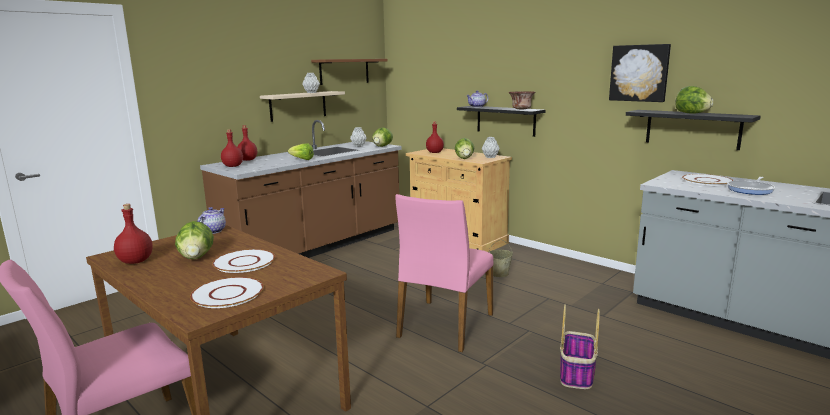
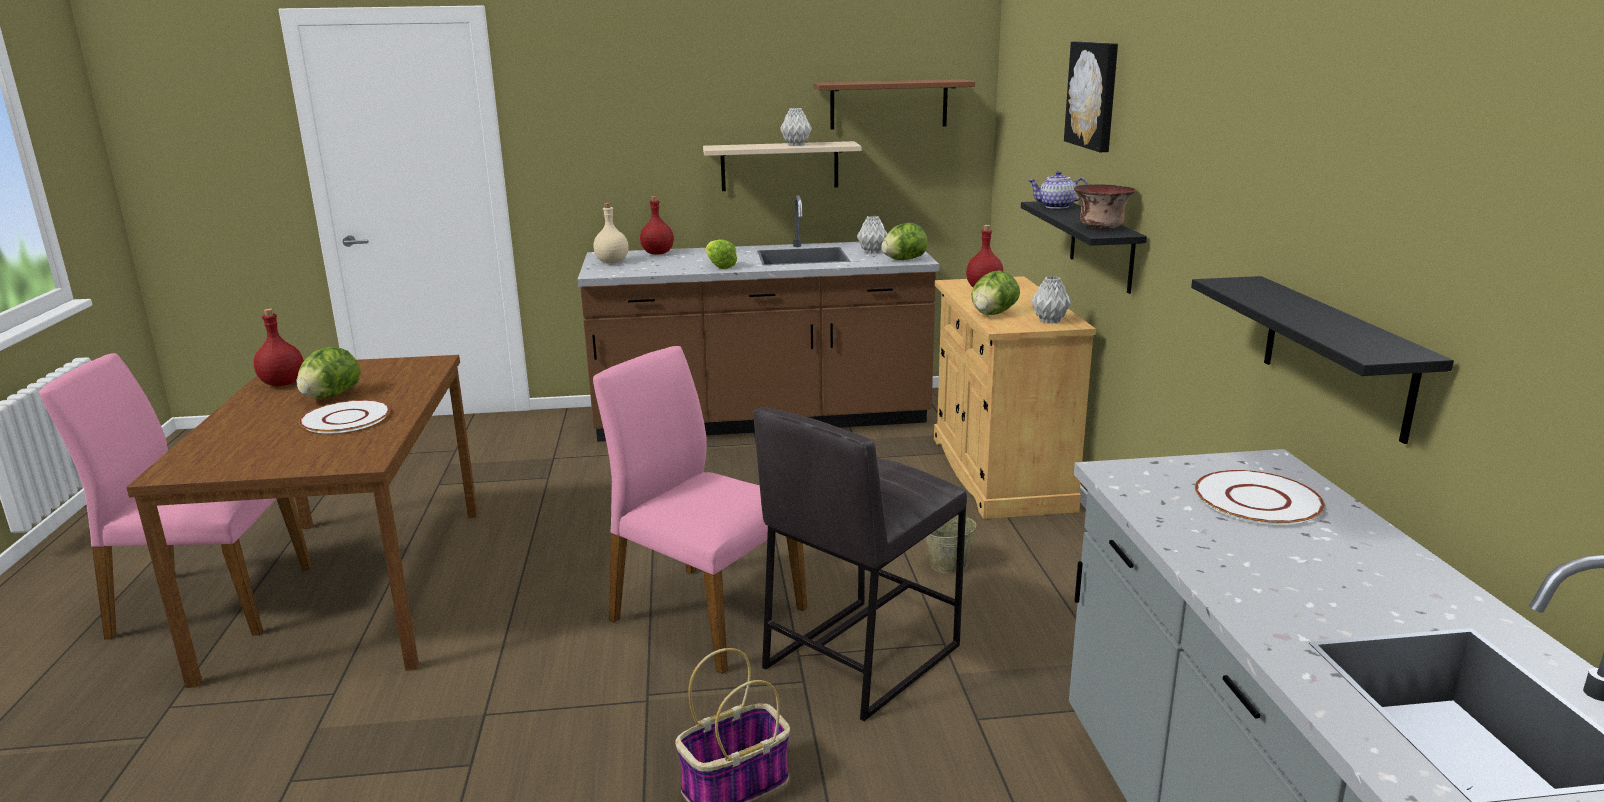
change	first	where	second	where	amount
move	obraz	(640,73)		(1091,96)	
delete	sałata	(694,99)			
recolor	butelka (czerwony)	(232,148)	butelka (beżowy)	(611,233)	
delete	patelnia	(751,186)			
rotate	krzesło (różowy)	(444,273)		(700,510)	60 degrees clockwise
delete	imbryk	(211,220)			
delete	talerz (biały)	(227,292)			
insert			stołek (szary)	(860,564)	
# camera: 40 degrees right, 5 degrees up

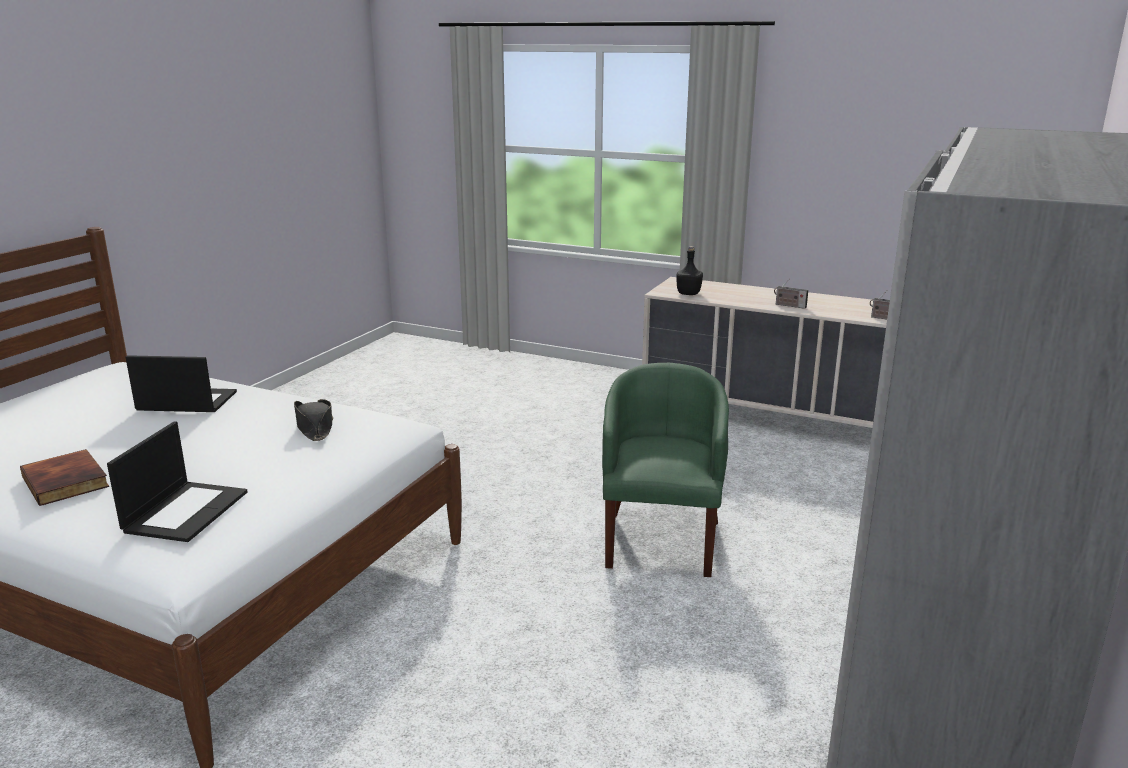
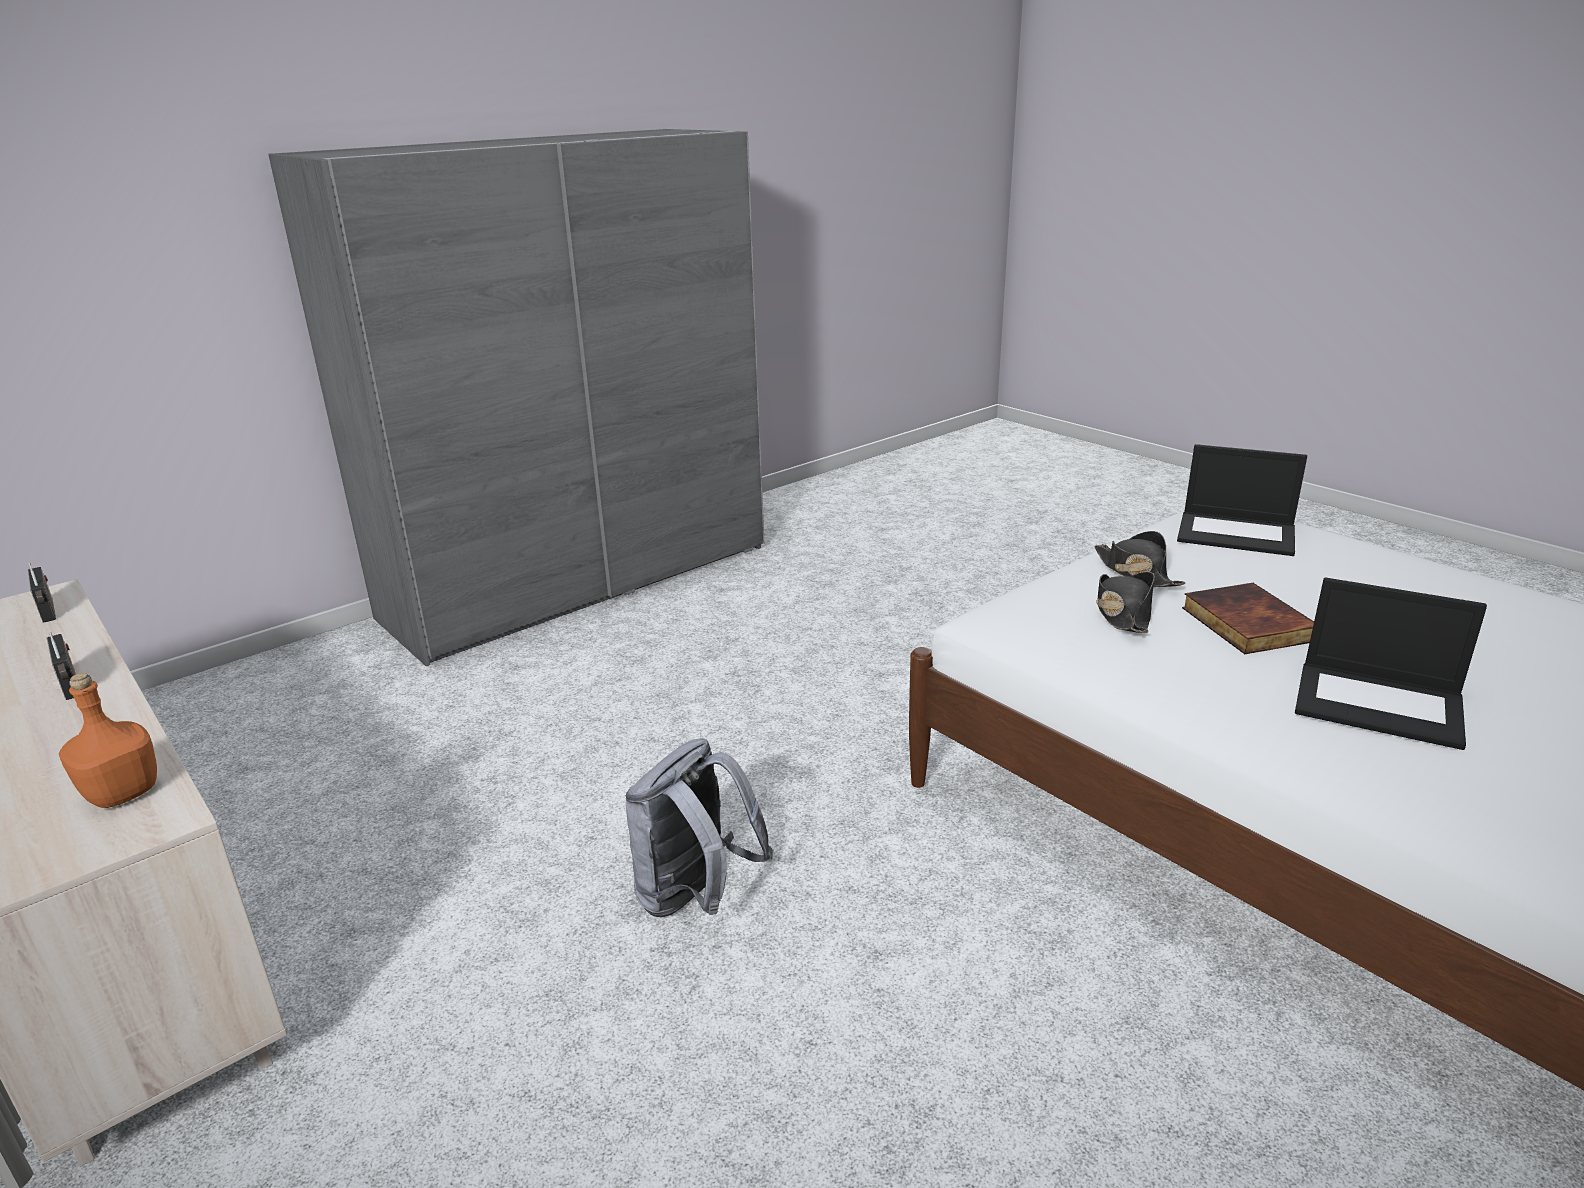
change	first	where	second	where	amount
recolor	butelka (czarny)	(689,270)	butelka (pomarańczowy)	(108,740)	
delete	fotel (zielony)	(665,470)			
rotate	laptop	(177,481)		(1242,500)	105 degrees counterclockwise
move	książka	(64,477)		(1248,618)	
insert			kapelusz (czarny)	(1139,559)	
insert			plecak (szary)	(700,827)	
# camera: 155 degrees left, 5 degrees up

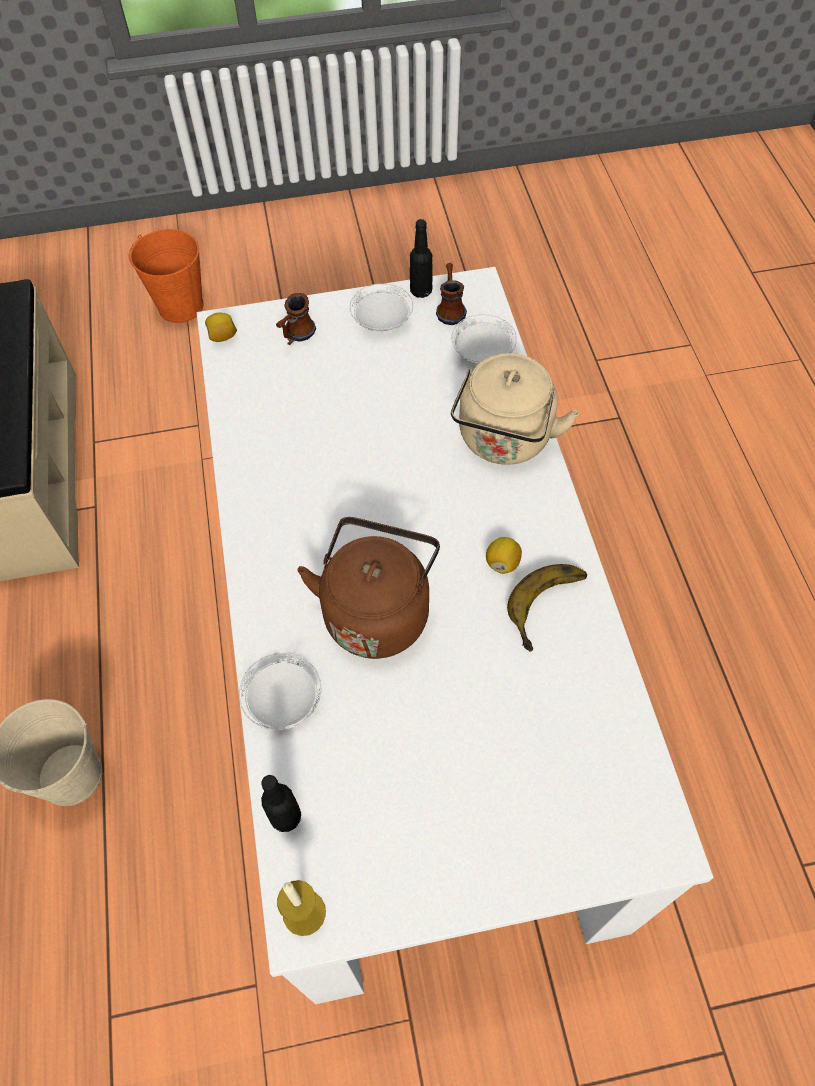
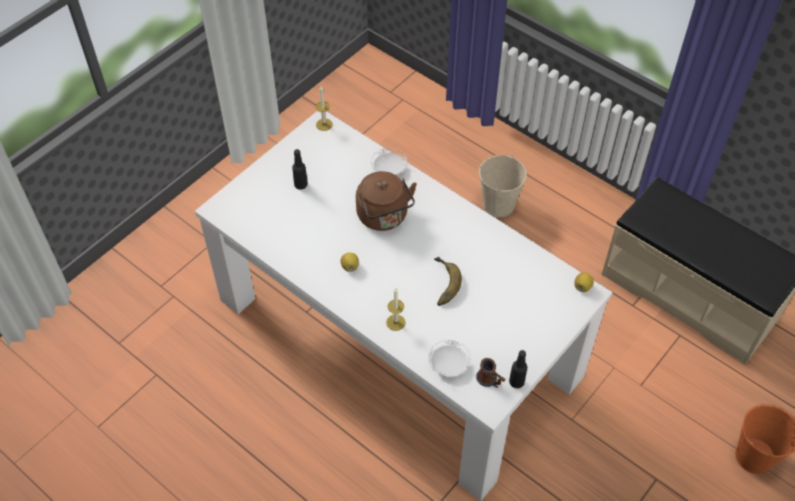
change	first	where	second	where	amount
delete	talerz (biały)	(381,307)			
delete	kubek	(296,319)			
replace	czajnik (beżowy)	(515,409)	świeca	(396,309)	
move	banan	(547,607)		(448,281)	
move	butelka (czarny)	(281,803)		(300,169)	
# camera: 140 degrees right, 5 degrees down

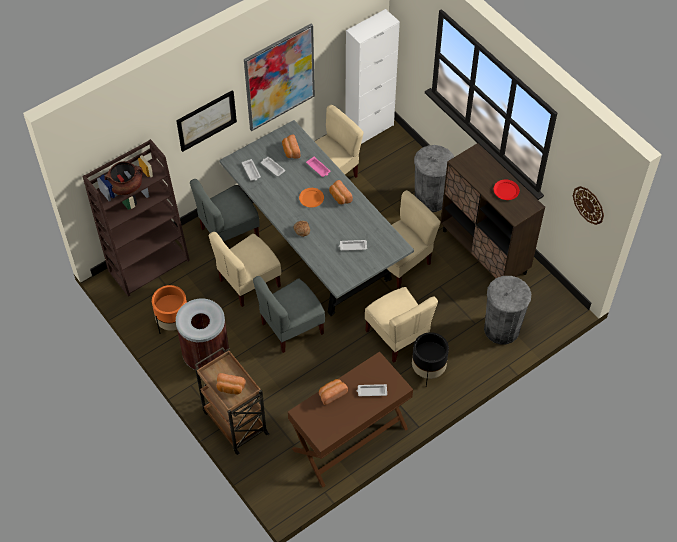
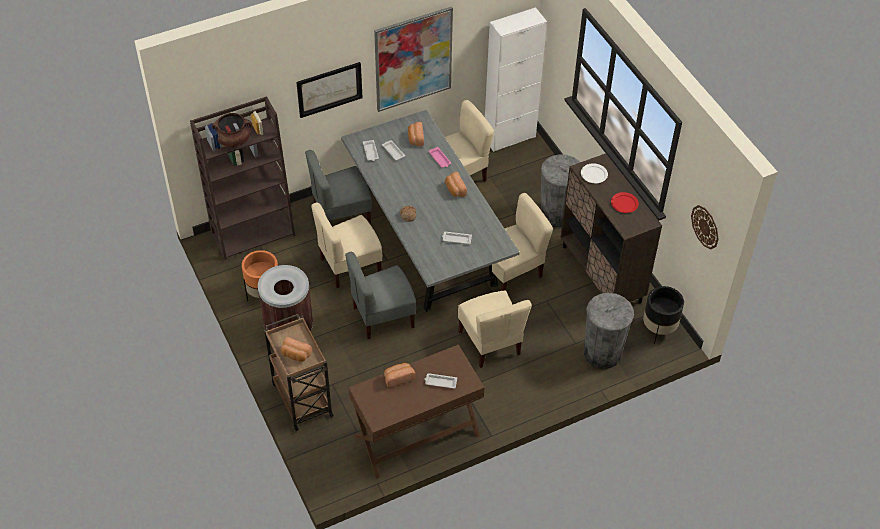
change	first	where	second	where	amount
delete	talerz (pomarańczowy)	(311,198)			
move	donica (czarny)	(430,359)		(663,315)	
insert			talerz (biały)	(594,173)	
# camera: 10 degrees right, 5 degrees down

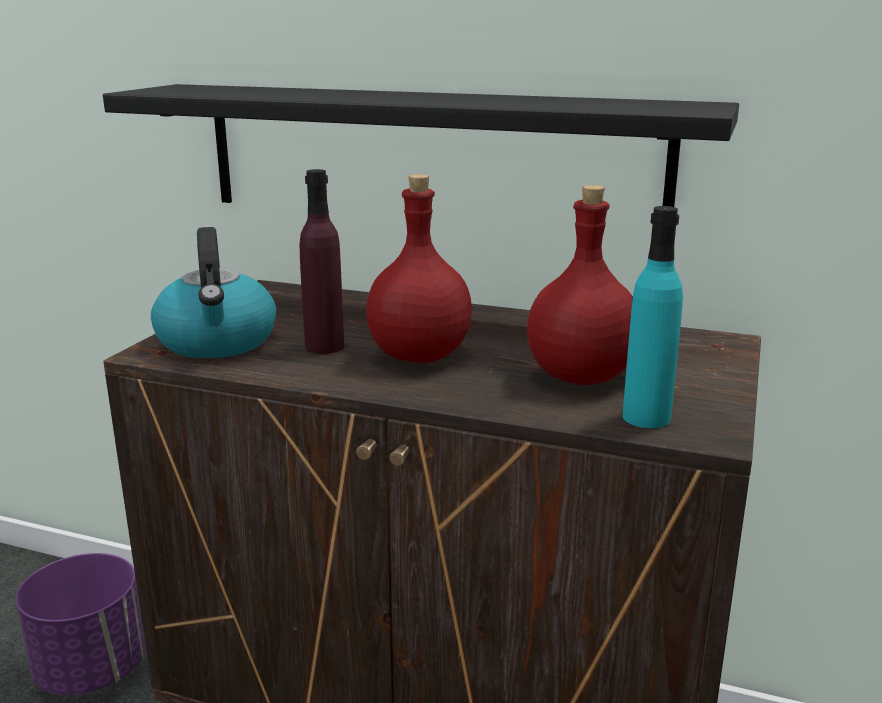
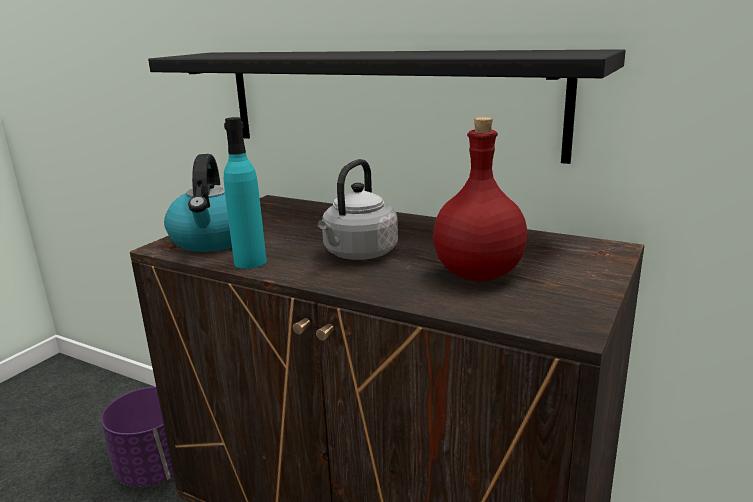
change	first	where	second	where	amount
delete	butelka (fioletowy)	(322,261)			
replace	butelka (czerwony)	(419,268)	czajnik (szary)	(358,209)	
move	butelka (turkusowy)	(652,317)		(245,193)	
# camera: 10 degrees right, 0 degrees up

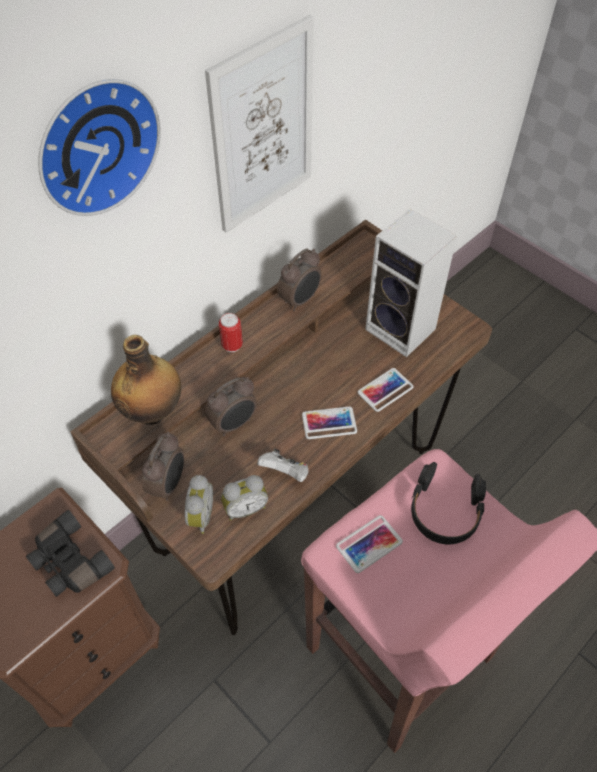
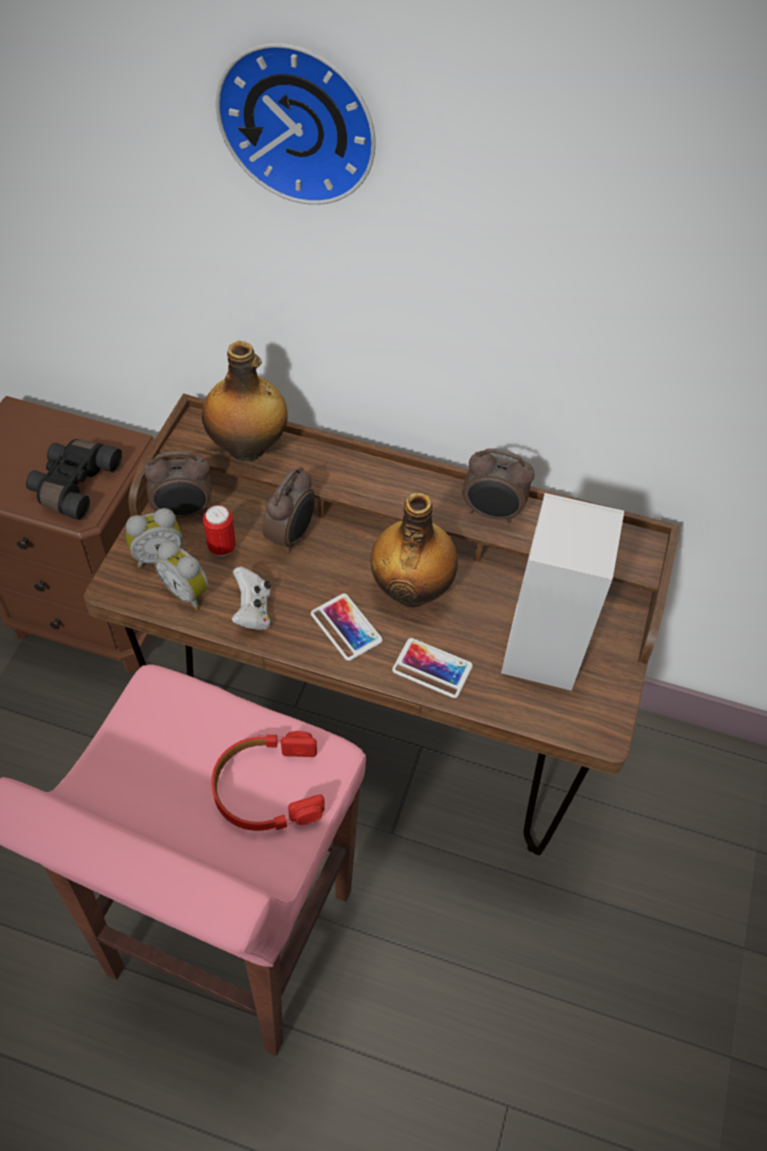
change	first	where	second	where	amount
delete	obraz	(259,123)			
move	puszka	(231,332)		(219,530)	
rotate	budzik	(231,406)		(289,509)	90 degrees counterclockwise
recolor	słuchawki (czarny)	(448,503)	słuchawki (czerwony)	(268,781)	
delete	telefon	(369,544)			
insert			butelka	(414,550)	
# camera: 60 degrees right, 0 degrees up

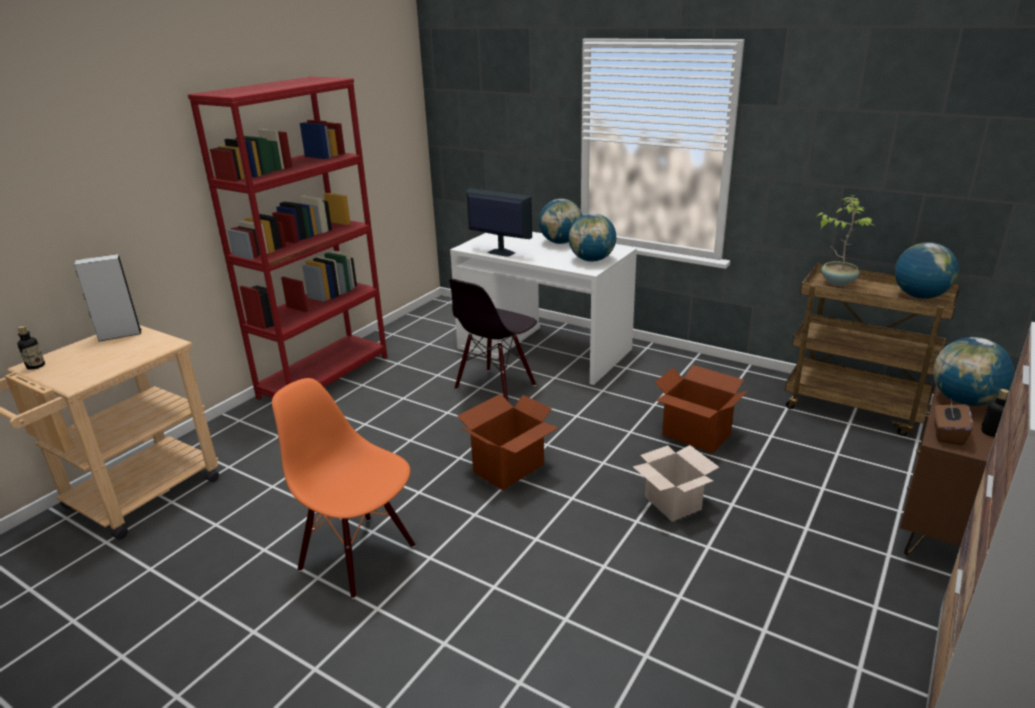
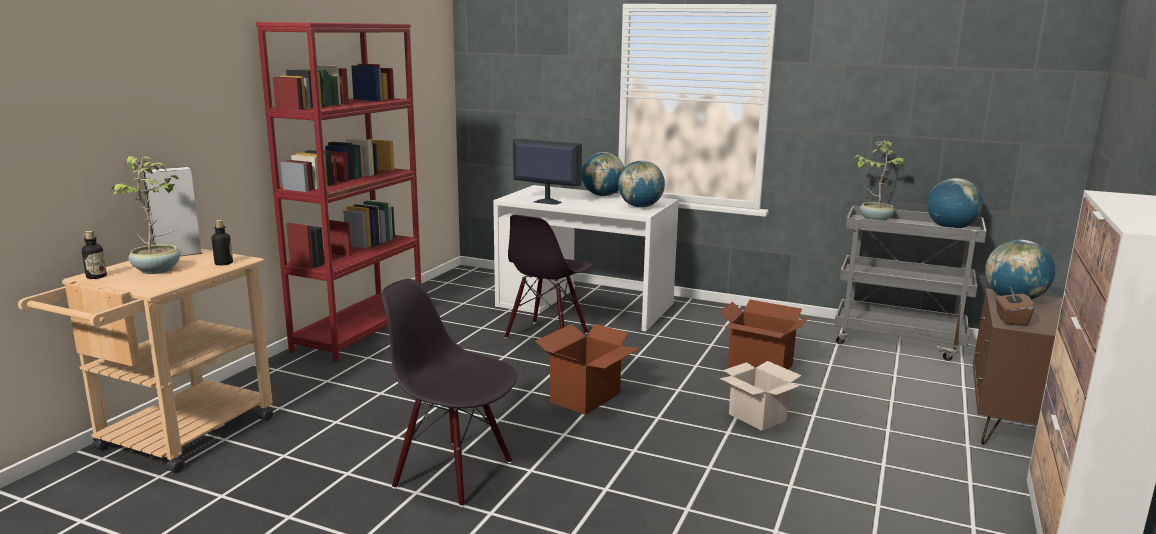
change	first	where	second	where	amount
recolor	wózek (brązowy)	(873,349)	wózek (szary)	(910,283)	
recolor	krzesło (pomarańczowy)	(343,488)	krzesło (czarny)	(449,393)	
move	butelka	(995,413)		(222,242)	
insert			roślina doniczkowa	(146,215)	
# camera: 10 degrees left, 10 degrees down

